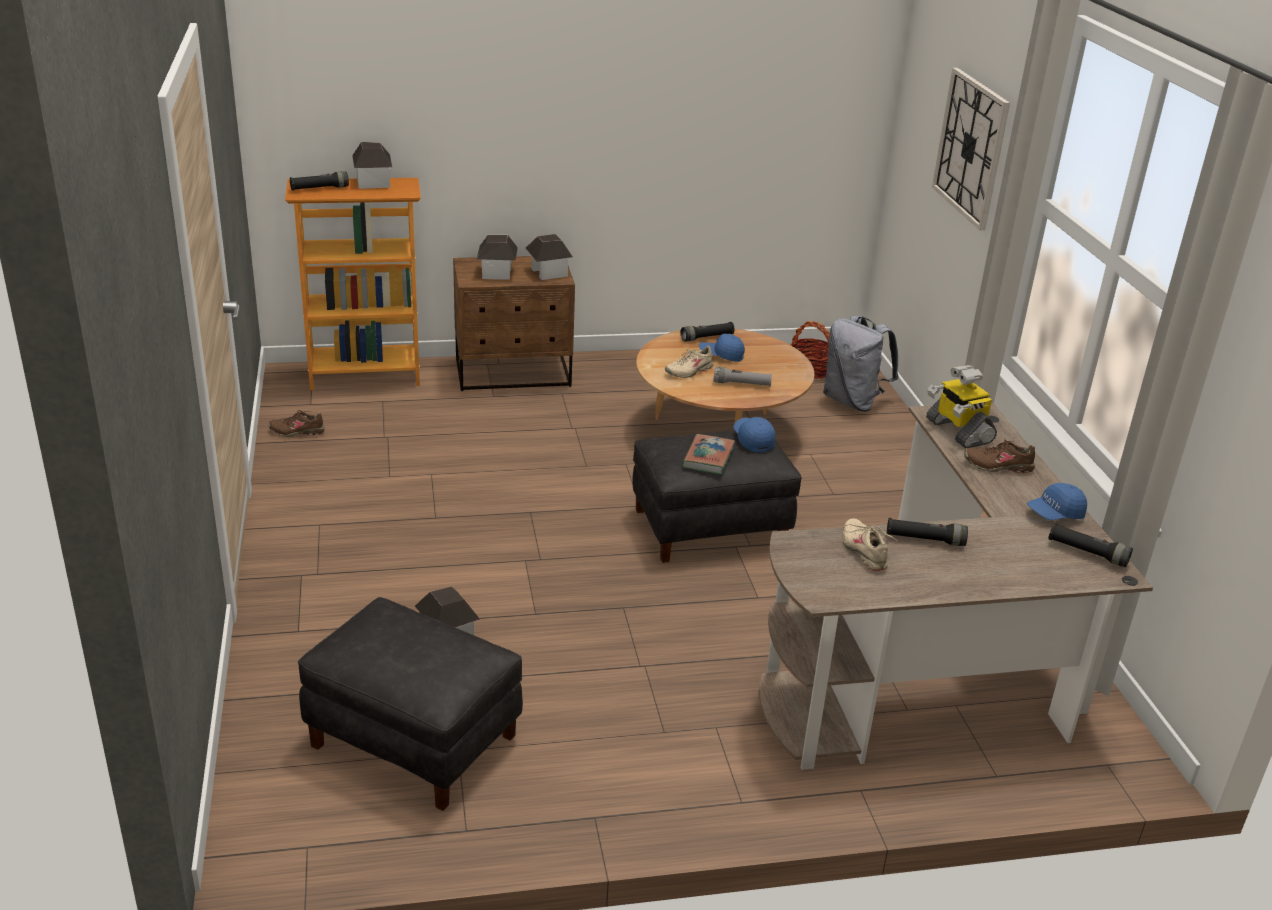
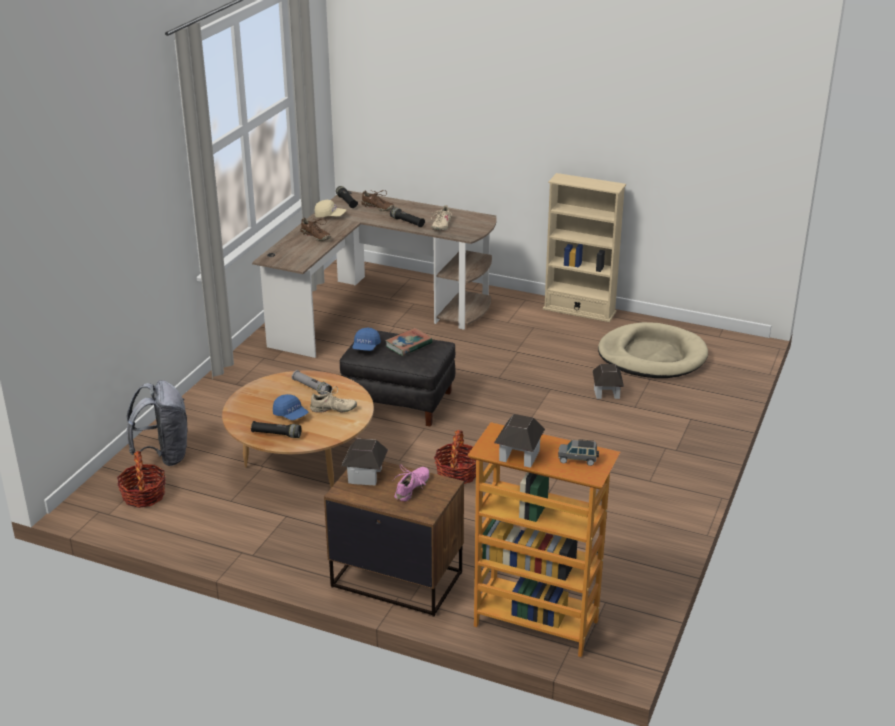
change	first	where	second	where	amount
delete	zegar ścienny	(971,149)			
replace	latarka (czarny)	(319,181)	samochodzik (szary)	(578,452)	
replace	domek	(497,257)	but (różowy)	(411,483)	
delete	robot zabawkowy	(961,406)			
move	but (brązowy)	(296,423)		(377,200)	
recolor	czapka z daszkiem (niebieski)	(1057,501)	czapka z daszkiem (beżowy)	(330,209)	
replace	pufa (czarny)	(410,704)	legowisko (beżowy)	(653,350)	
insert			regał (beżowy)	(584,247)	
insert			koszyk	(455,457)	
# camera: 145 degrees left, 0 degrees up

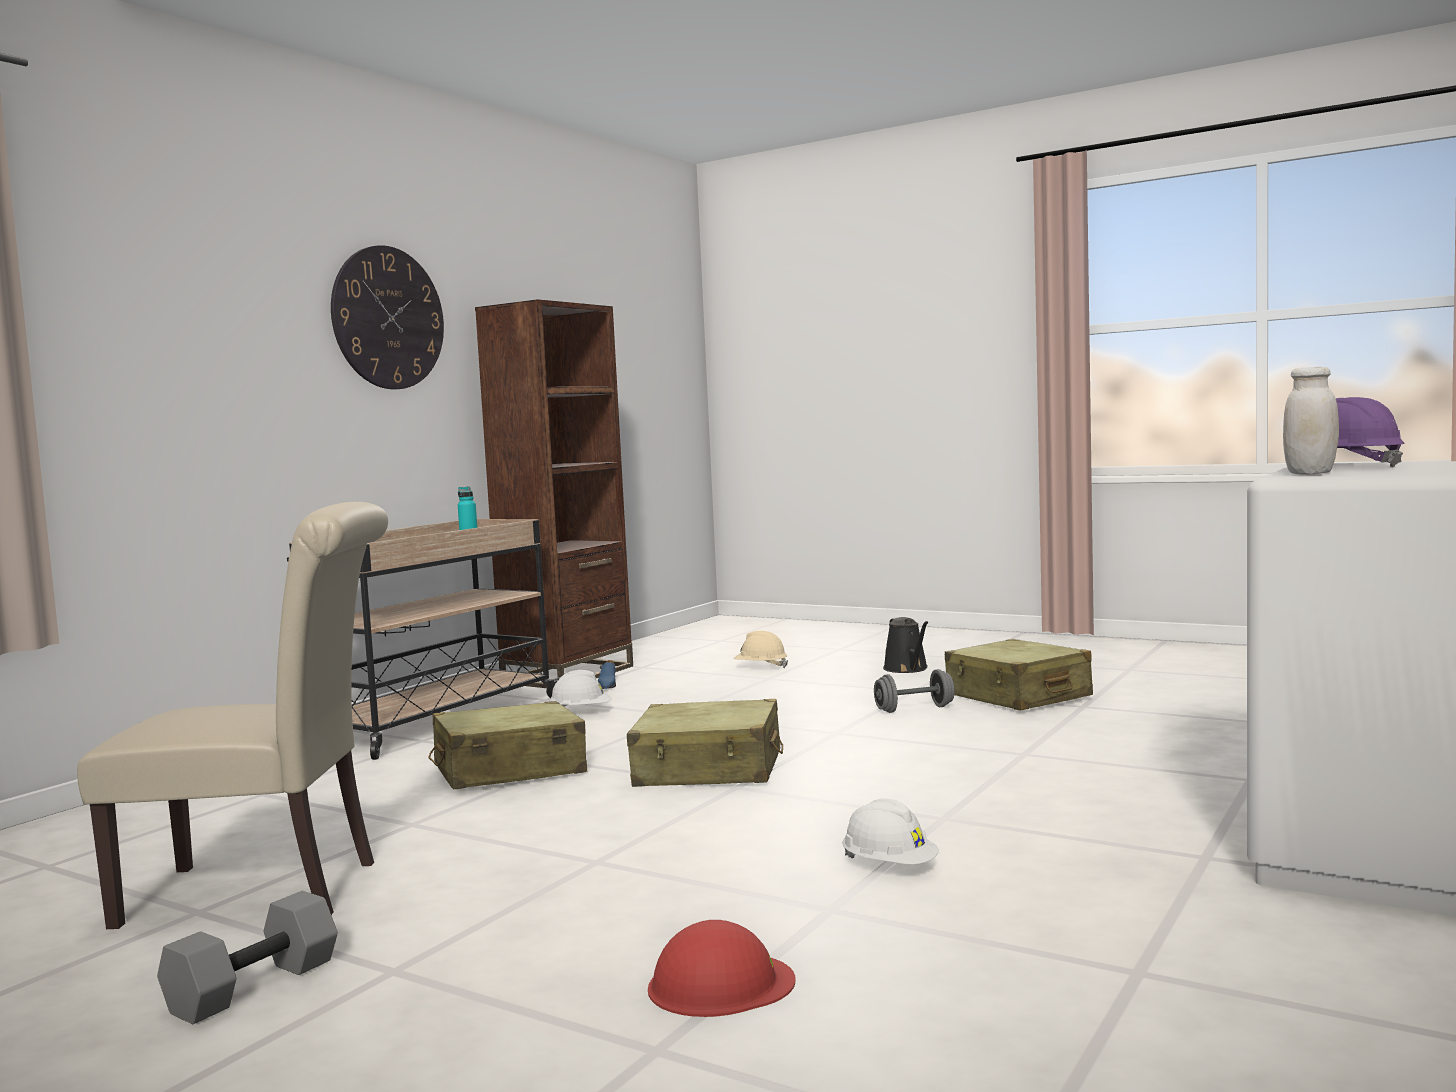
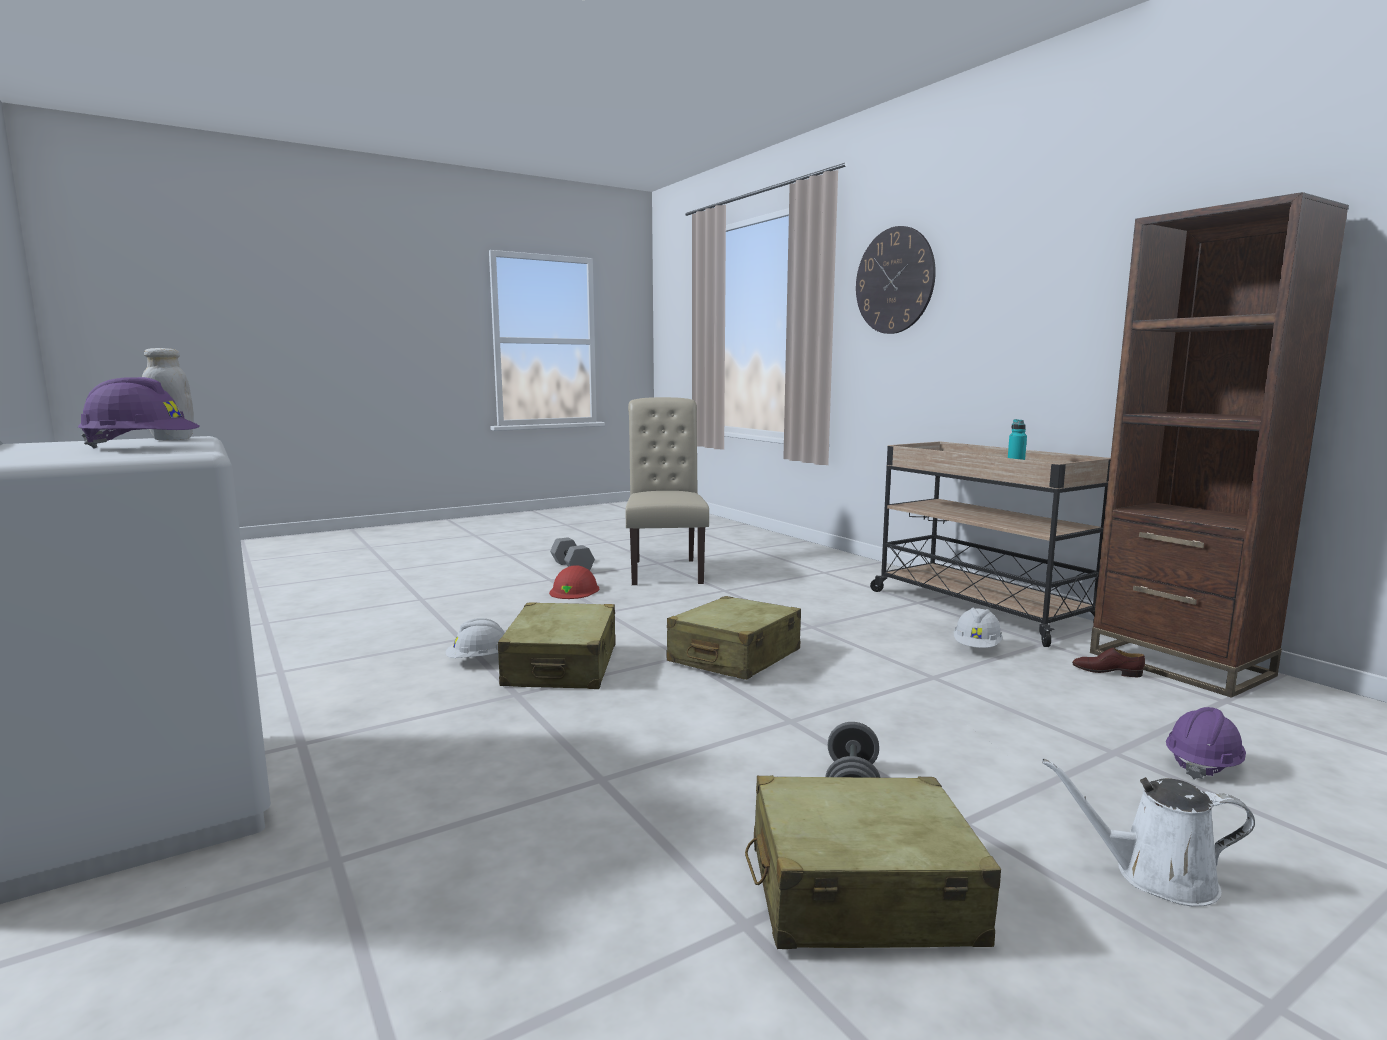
change	first	where	second	where	amount
move	zegar ścienny	(387,317)		(896,280)	
rotate	krzesło (beżowy)	(232,715)		(667,491)	150 degrees clockwise
recolor	konewka (czarny)	(905,645)	konewka (biały)	(1148,832)	
recolor	kask (beżowy)	(761,649)	kask (fioletowy)	(1206,743)	
recolor	but (niebieski)	(607,674)	but (brązowy)	(1108,662)	
move	walizka (beżowy)	(508,745)		(557,645)	
move	kask (czerwony)	(722,968)		(574,582)	
# camera: 115 degrees right, 5 degrees up

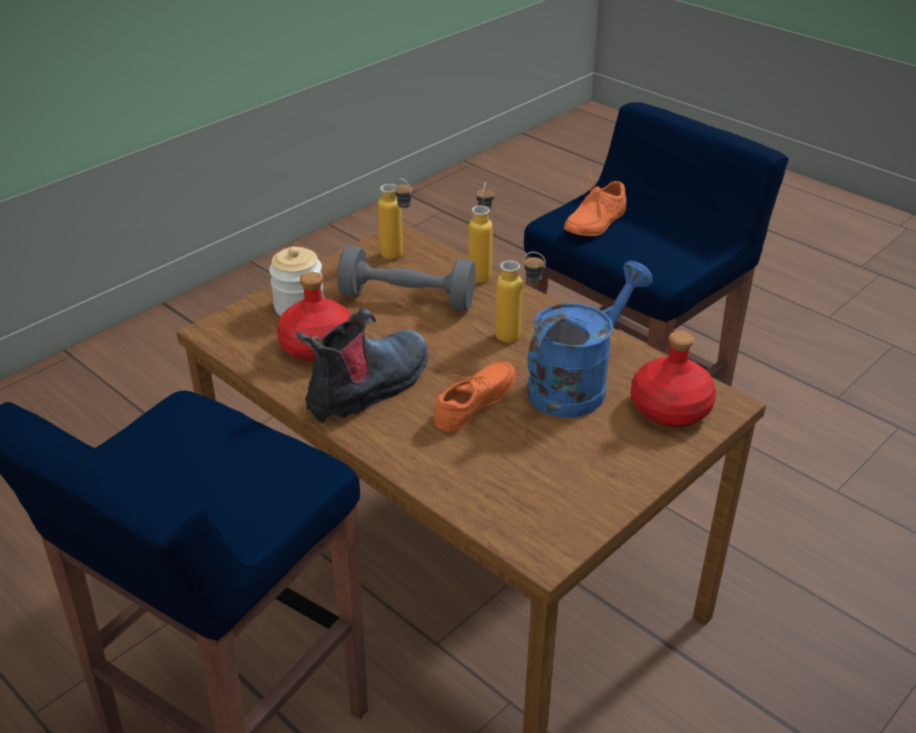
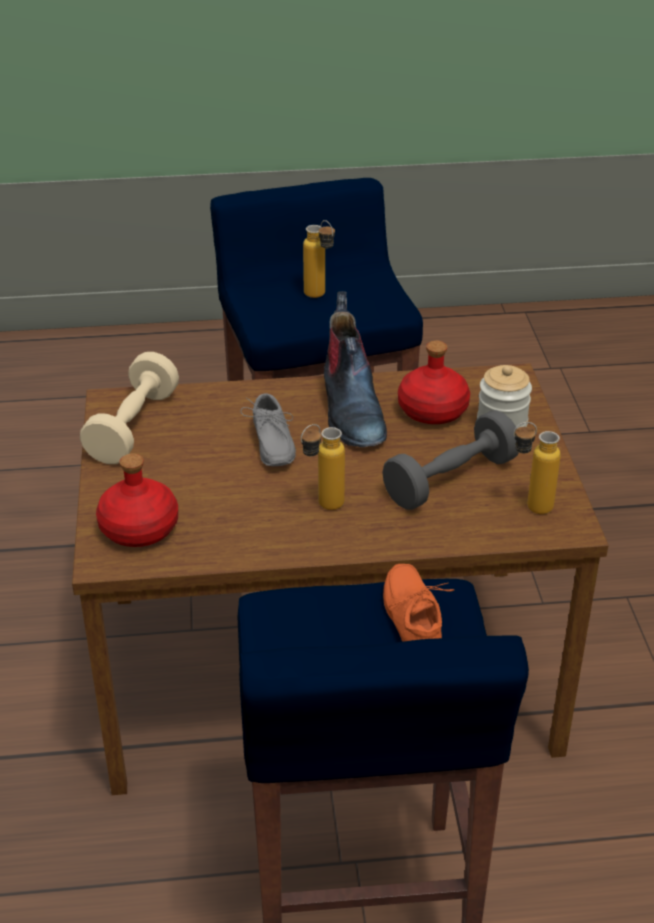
change	first	where	second	where	amount
move	butelka	(481,232)		(319,259)	
delete	konewka (niebieski)	(590,339)			
recolor	but (pomarańczowy)	(475,397)	but (szary)	(268,429)	
insert			hantel (beżowy)	(129,408)	
# camera: 130 degrees right, 0 degrees up

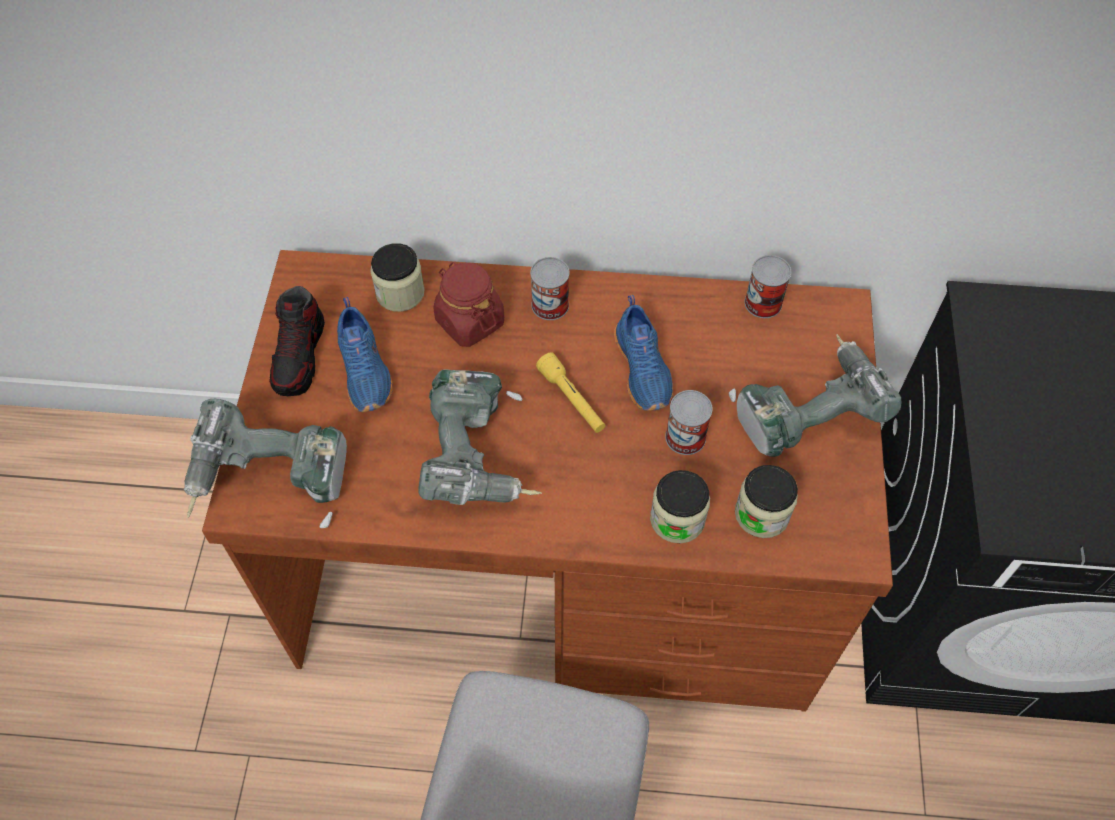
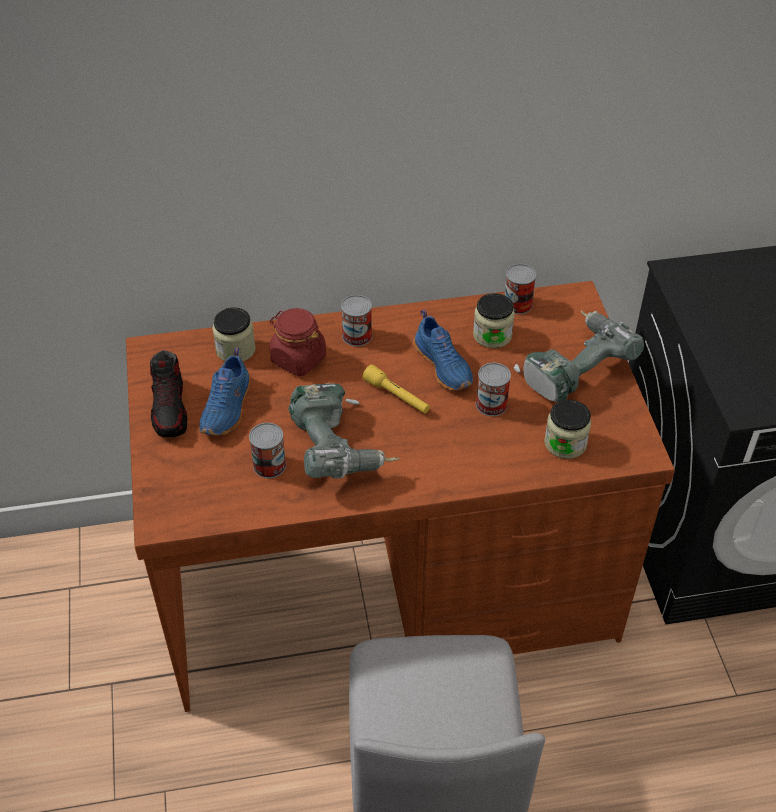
change	first	where	second	where	amount
rotate	but (niebieski)	(364,354)		(224,391)	45 degrees clockwise
delete	wiertarka	(265,463)			
move	słoik	(680,506)		(494,320)	
insert			puszka	(267,450)	
# camera: 15 degrees left, 10 degrees down

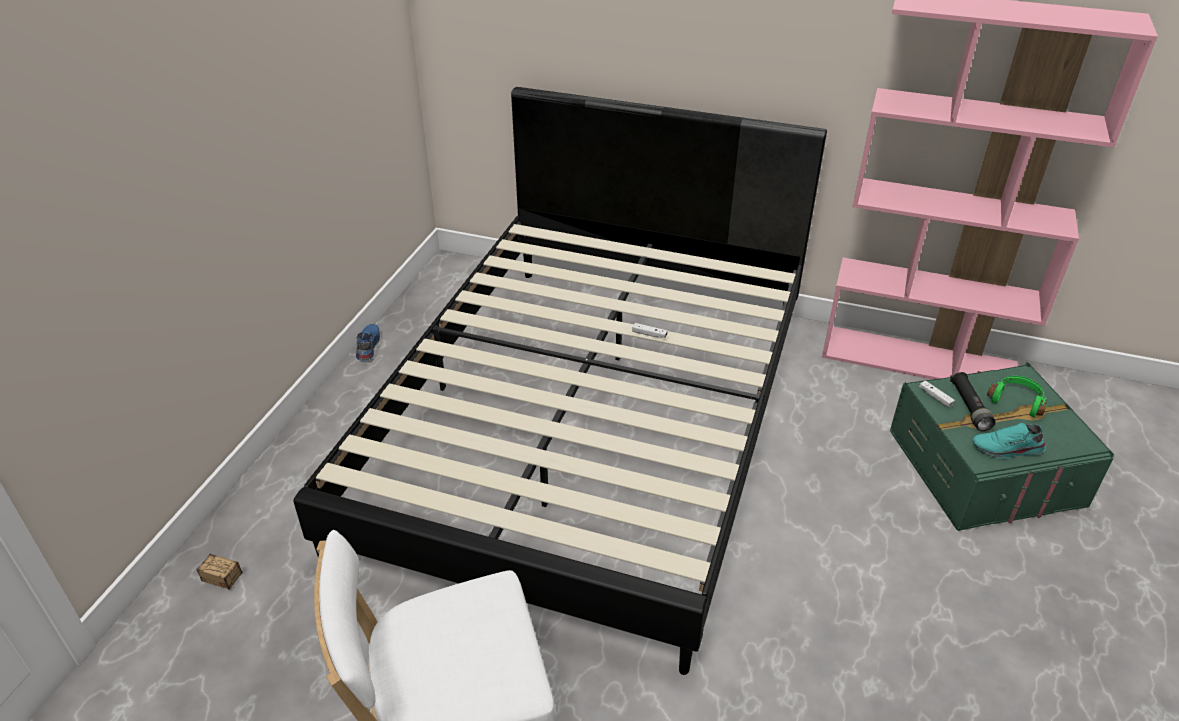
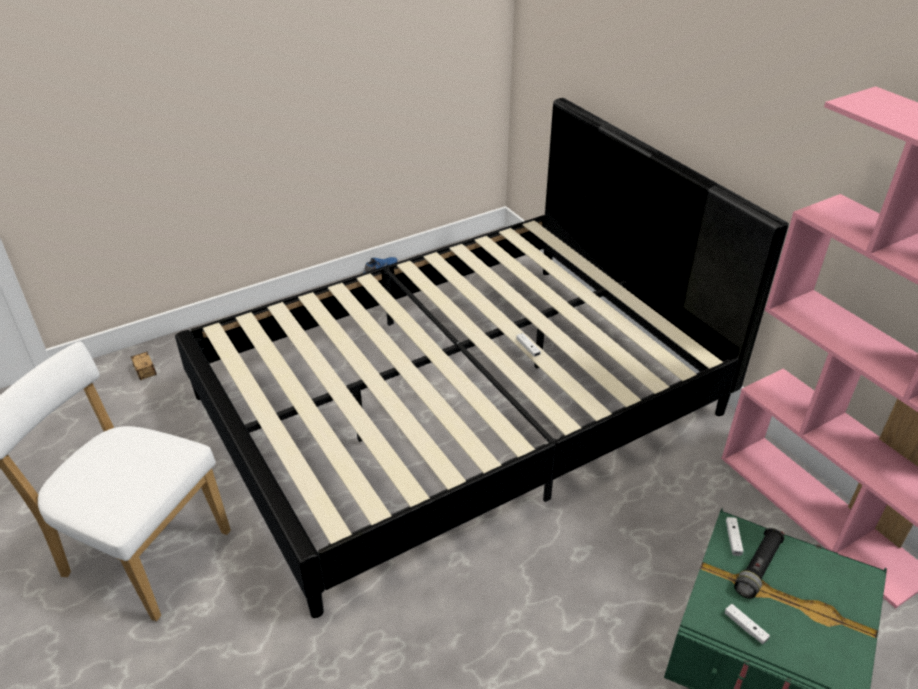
change	first	where	second	where	amount
delete	słuchawki (zielony)	(1017,396)			
replace	but (turkusowy)	(1009,441)	pad do gier (biały)	(747,624)	
# camera: 40 degrees right, 0 degrees up

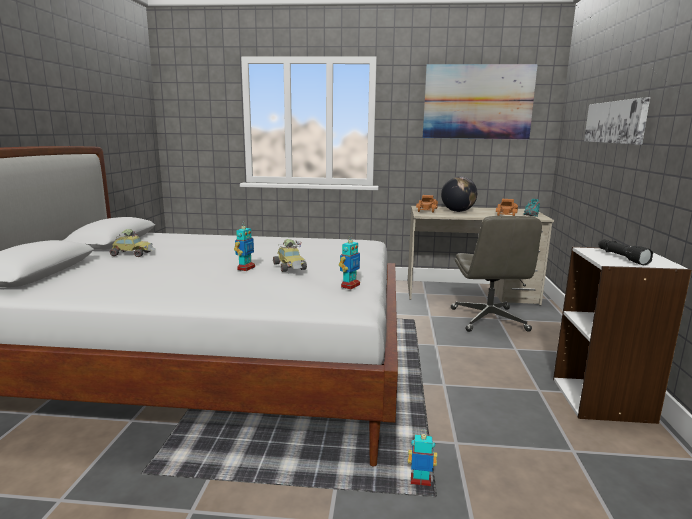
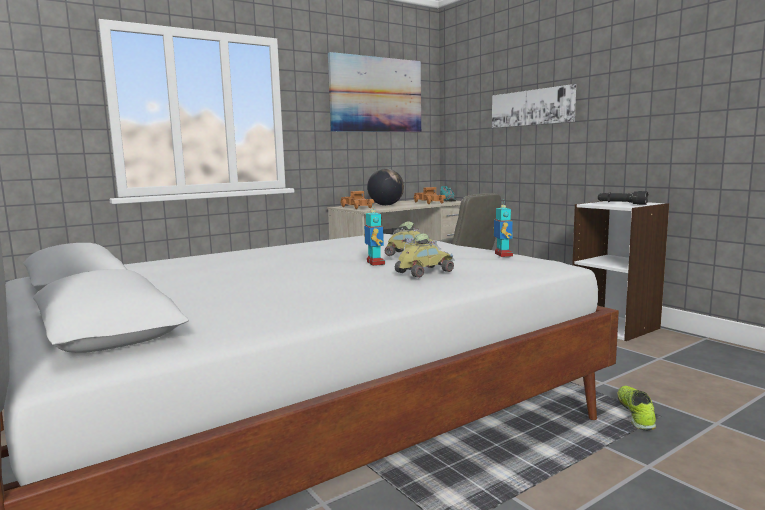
change	first	where	second	where	amount
move	samochodzik	(132,243)		(425,256)	
replace	robot zabawkowy	(422,458)	but	(637,408)	
# camera: 40 degrees left, 5 degrees down

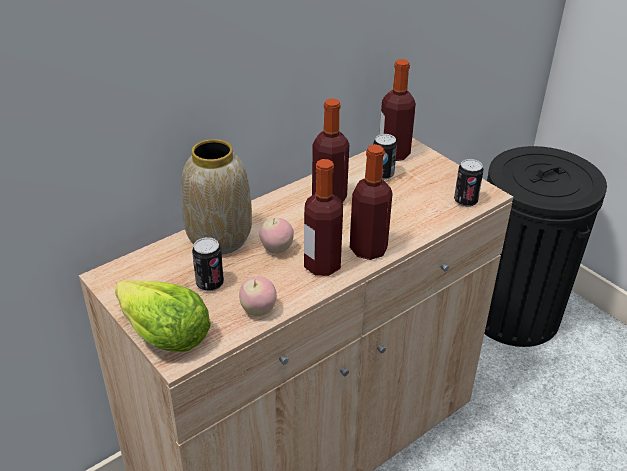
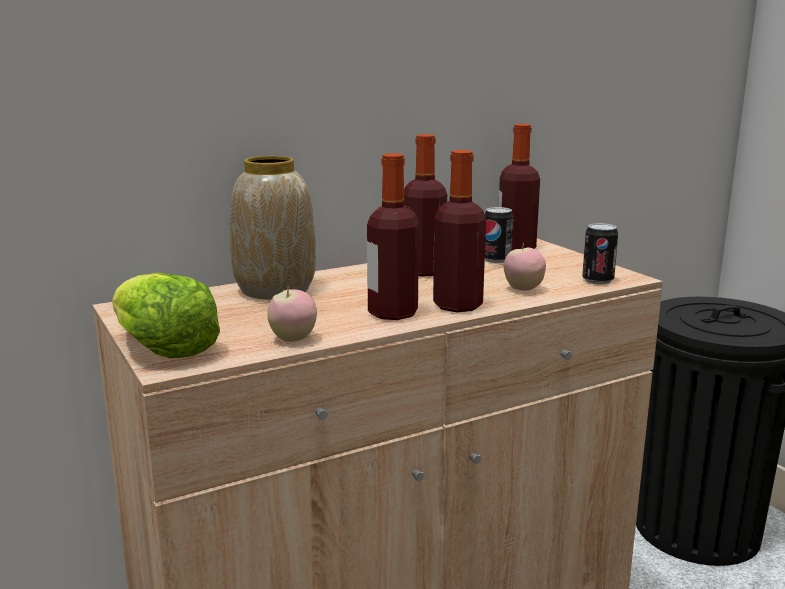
change	first	where	second	where	amount
move	jabłko	(276,236)		(525,267)	
delete	puszka	(208,264)			
# camera: 10 degrees right, 20 degrees down

